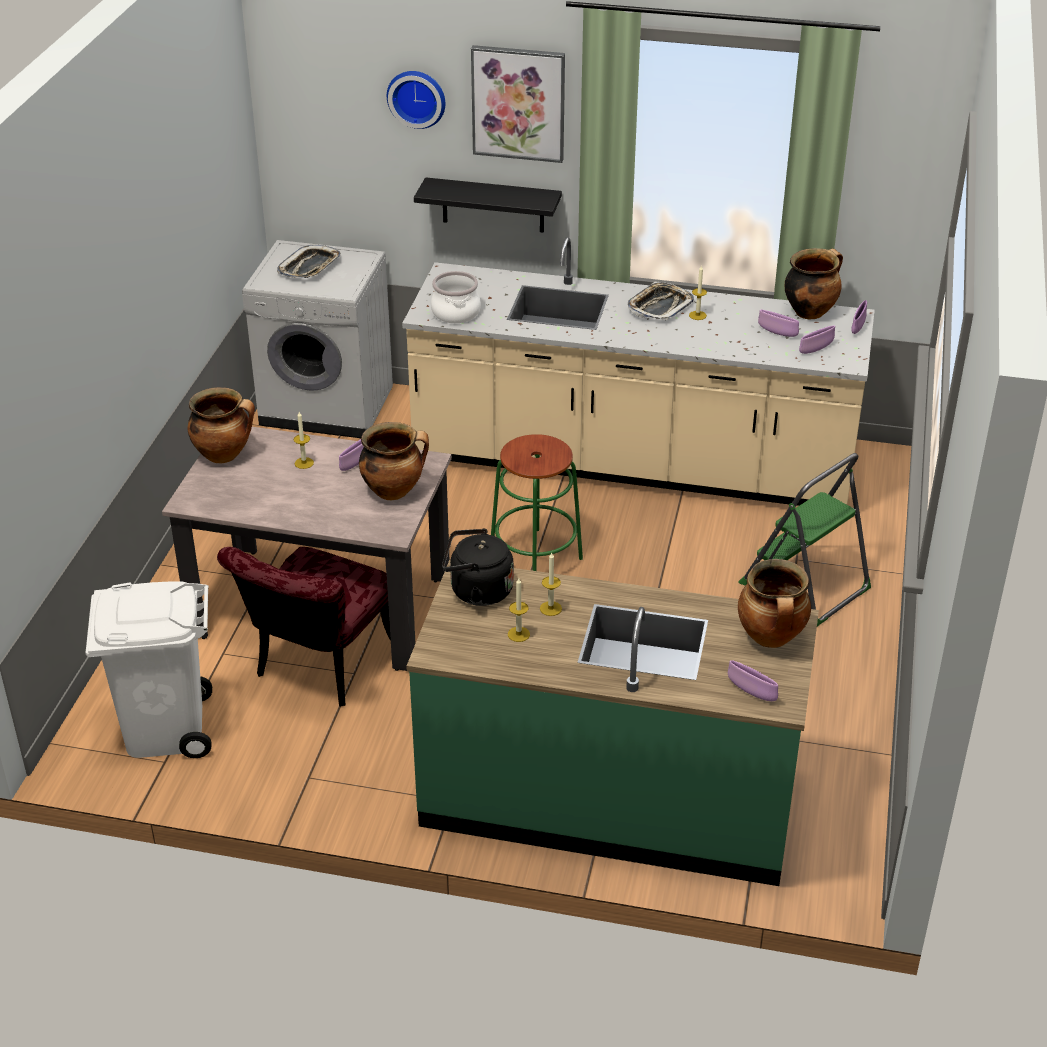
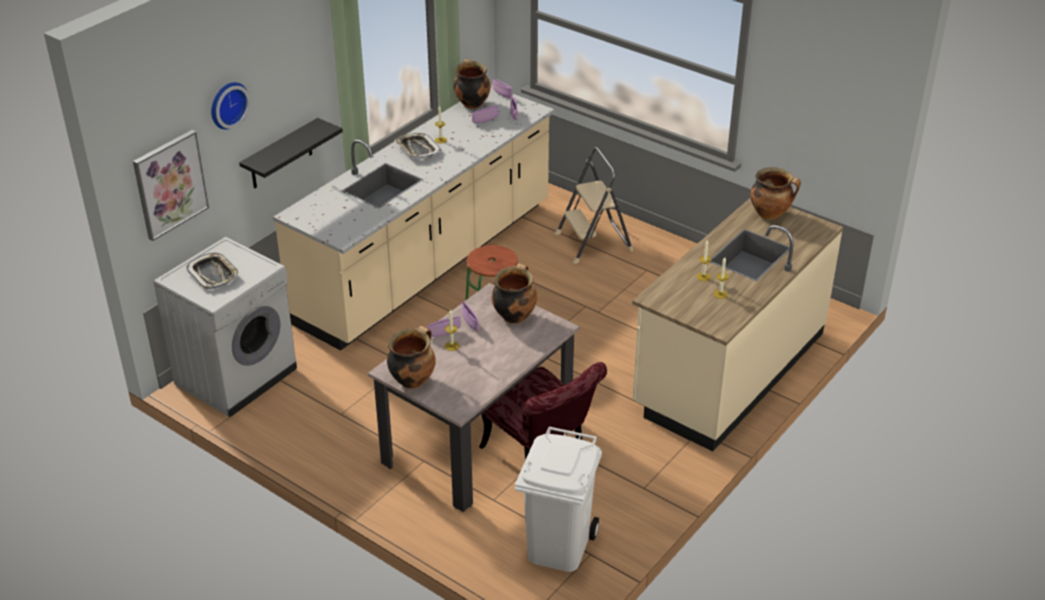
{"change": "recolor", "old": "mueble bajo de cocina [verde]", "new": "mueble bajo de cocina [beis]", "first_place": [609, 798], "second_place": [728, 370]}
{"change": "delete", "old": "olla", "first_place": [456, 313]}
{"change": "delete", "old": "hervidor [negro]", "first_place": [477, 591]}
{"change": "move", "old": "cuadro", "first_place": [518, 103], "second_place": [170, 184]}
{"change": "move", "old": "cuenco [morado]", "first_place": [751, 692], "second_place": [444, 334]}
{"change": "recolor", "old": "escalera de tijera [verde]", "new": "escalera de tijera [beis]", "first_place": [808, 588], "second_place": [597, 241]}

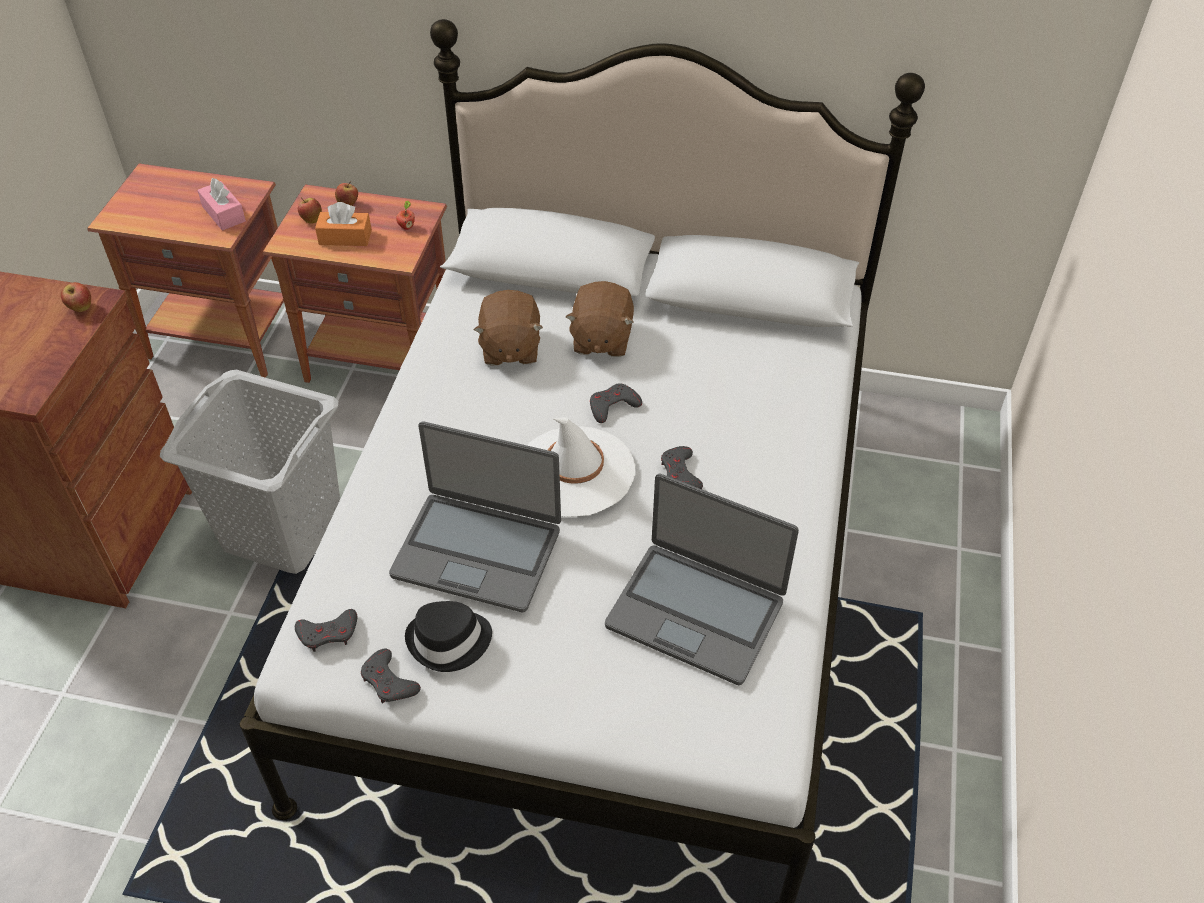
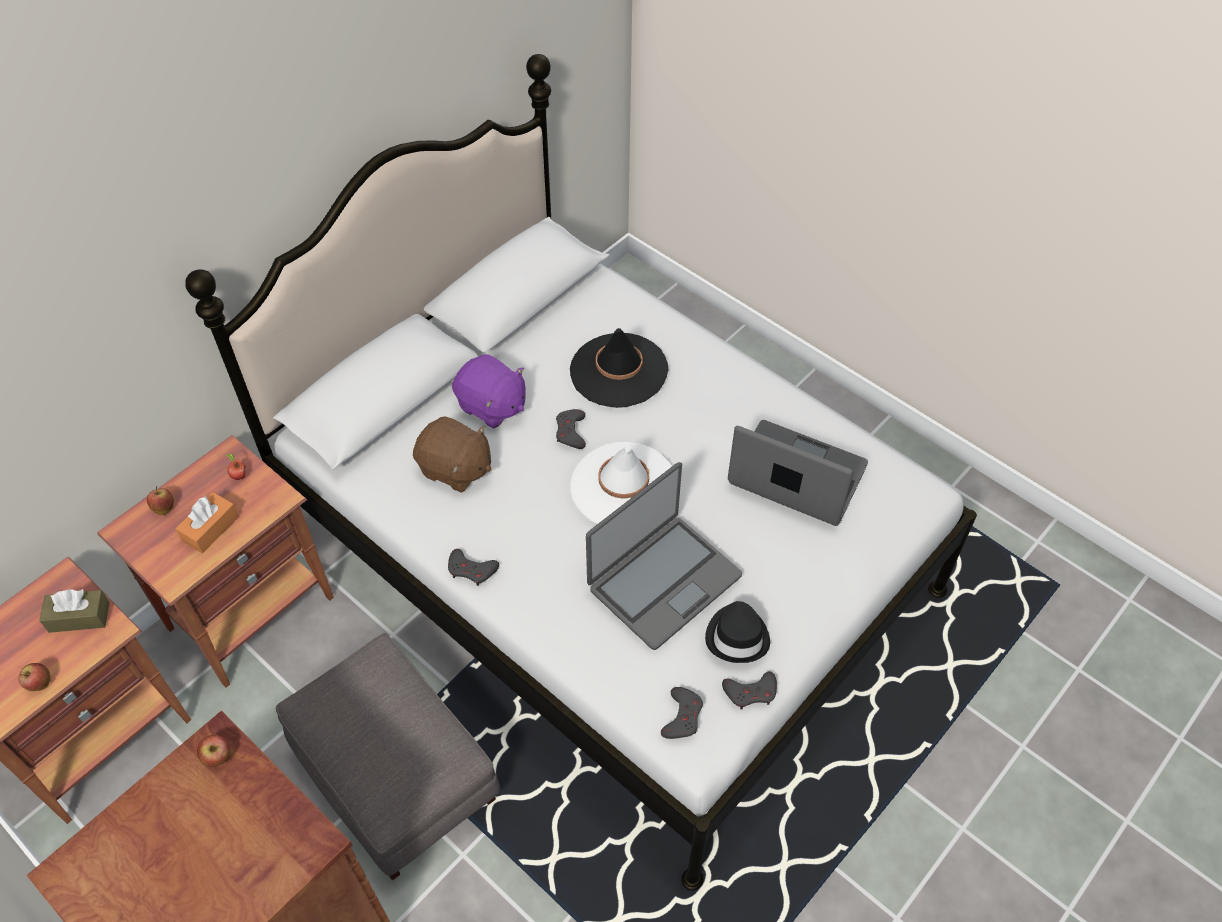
{"change": "replace", "old": "cesto de la ropa [gris]", "new": "puf [gris]", "first_place": [283, 530], "second_place": [398, 775]}
{"change": "recolor", "old": "caja de pañuelos [rosa]", "new": "caja de pañuelos [marrón]", "first_place": [224, 214], "second_place": [79, 617]}
{"change": "move", "old": "manzana", "first_place": [311, 220], "second_place": [40, 684]}
{"change": "recolor", "old": "peluche [marrón]", "new": "peluche [morado]", "first_place": [601, 339], "second_place": [491, 406]}
{"change": "rotate", "old": "portátil", "first_place": [696, 612], "second_place": [796, 476], "degrees": -120}
{"change": "move", "old": "mando de consola [gris]", "first_place": [680, 473], "second_place": [471, 570]}
{"change": "insert", "new": "sombrero [negro]", "second_place": [618, 370]}

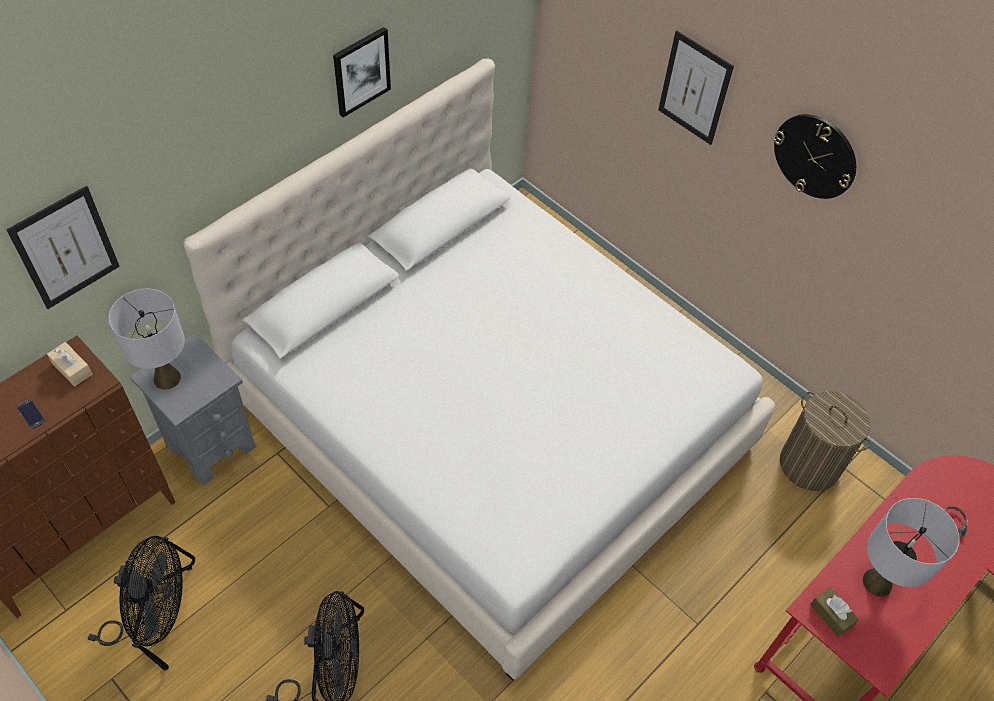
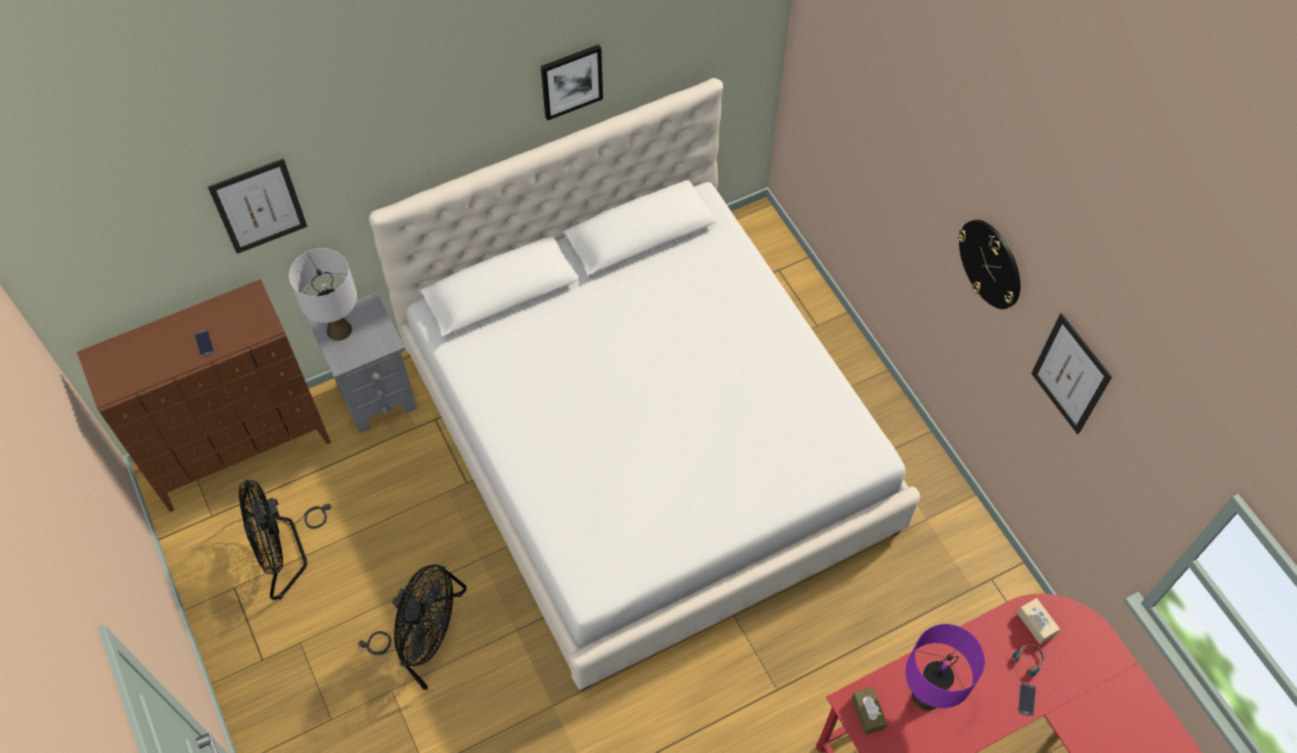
{"change": "move", "old": "caja de pañuelos [beis]", "first_place": [72, 369], "second_place": [1036, 624]}
{"change": "rotate", "old": "ventilador [negro]", "first_place": [155, 619], "second_place": [284, 545], "degrees": 135}
{"change": "move", "old": "cuadro", "first_place": [694, 88], "second_place": [1070, 374]}
{"change": "delete", "old": "cesto de la ropa", "first_place": [809, 464]}
{"change": "recolor", "old": "lámpara de mesa [gris]", "new": "lámpara de mesa [morado]", "first_place": [877, 582], "second_place": [926, 695]}
{"change": "insert", "new": "móvil", "second_place": [1026, 699]}

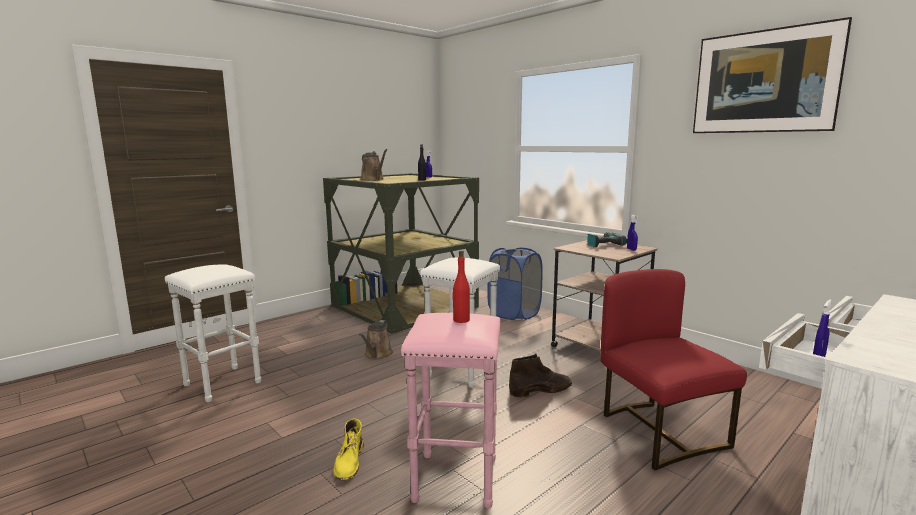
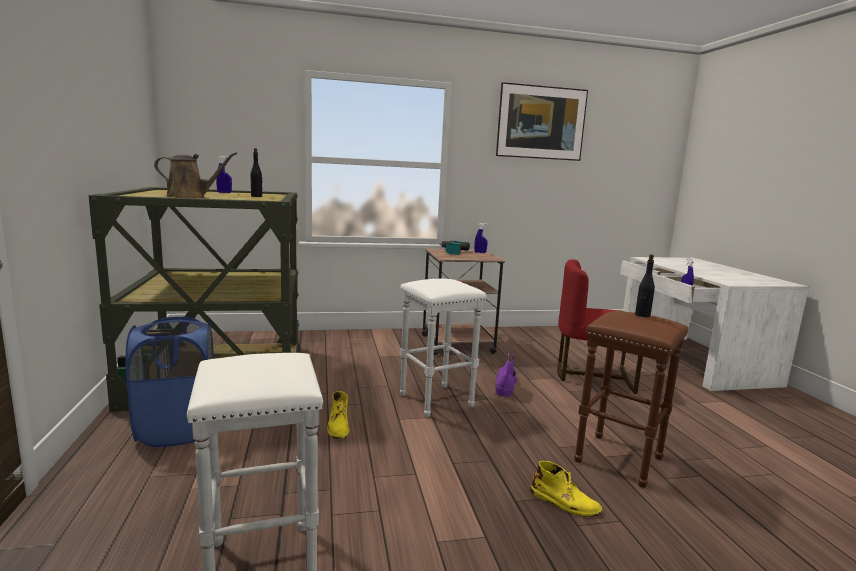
{"change": "replace", "old": "regadera [marrón]", "new": "bota [amarillo]", "first_place": [377, 355], "second_place": [338, 426]}
{"change": "recolor", "old": "taburete [rosa]", "new": "taburete [marrón]", "first_place": [457, 478], "second_place": [617, 458]}
{"change": "recolor", "old": "botella [rojo]", "new": "botella [negro]", "first_place": [461, 320], "second_place": [642, 315]}
{"change": "move", "old": "cesto de la ropa [azul]", "first_place": [514, 313], "second_place": [178, 430]}
{"change": "recolor", "old": "bota [marrón]", "new": "bota [morado]", "first_place": [541, 390], "second_place": [505, 384]}

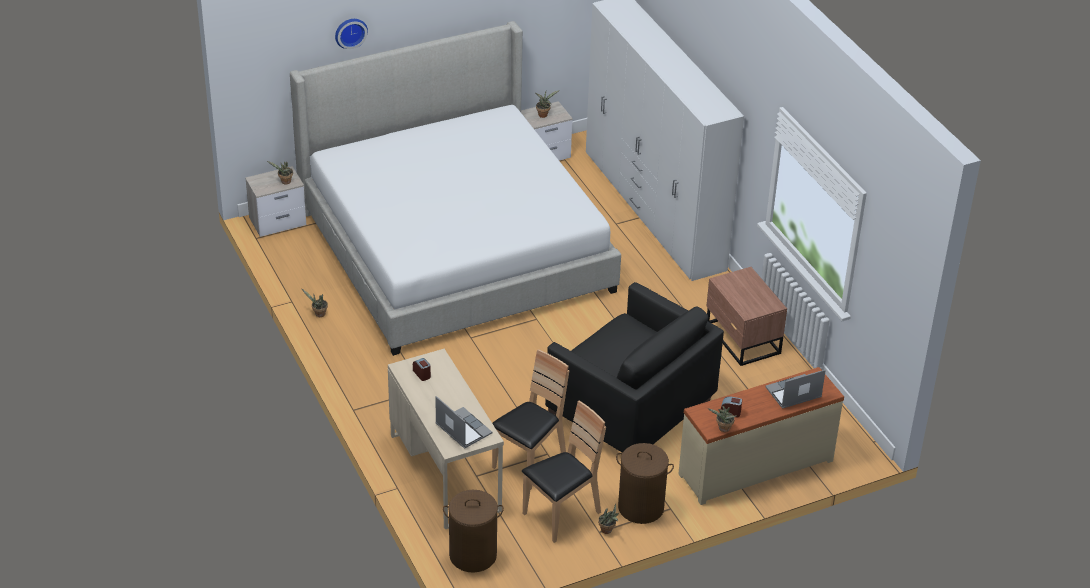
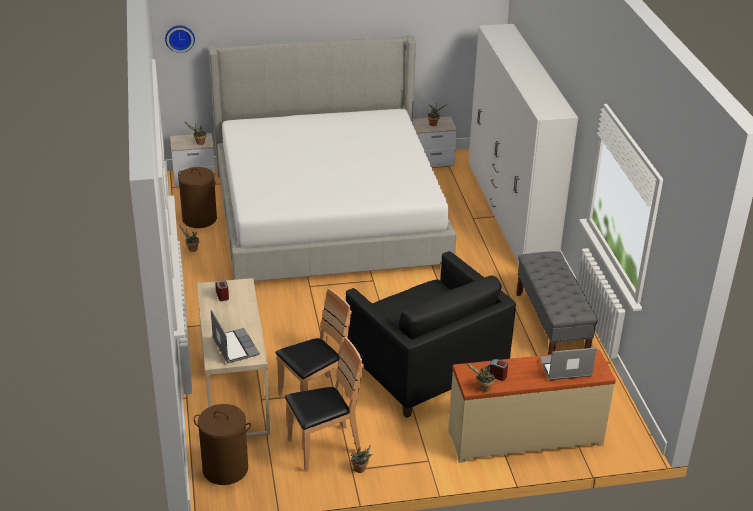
{"change": "move", "old": "reloj de pared", "first_place": [350, 32], "second_place": [179, 38]}
{"change": "move", "old": "cesto de la ropa [marrón]", "first_place": [641, 507], "second_place": [200, 219]}
{"change": "replace", "old": "mesita de noche [marrón]", "new": "banco [gris]", "first_place": [742, 339], "second_place": [551, 325]}

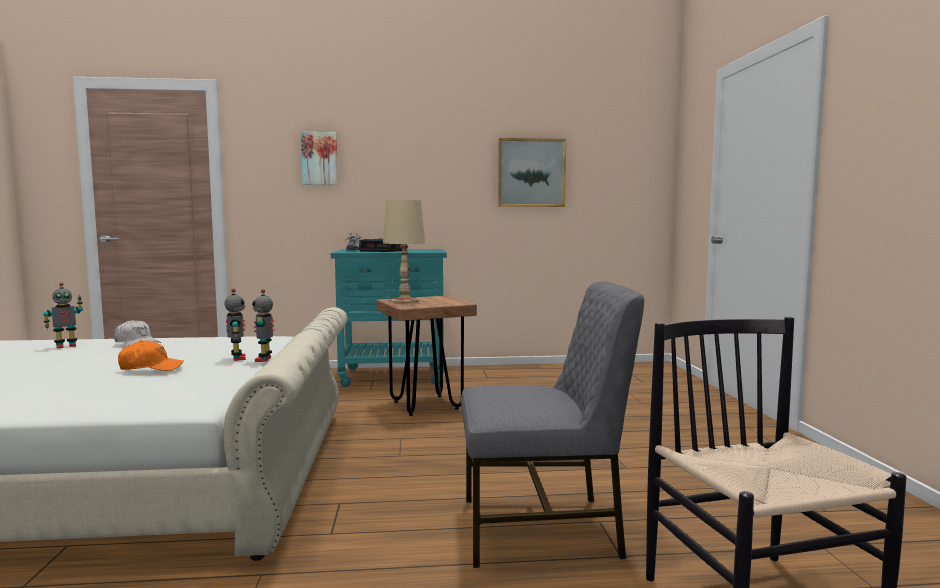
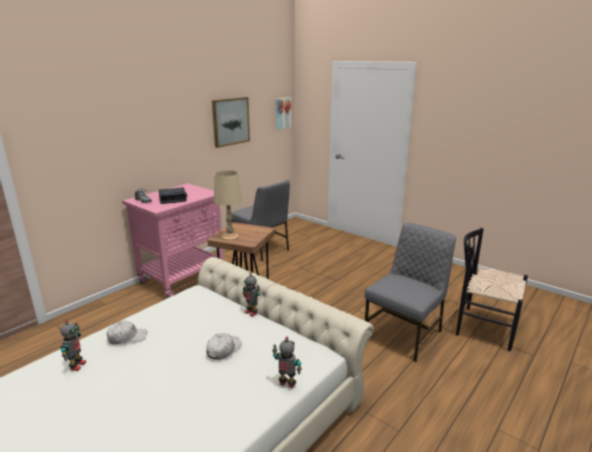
{"change": "recolor", "old": "gorra [naranja]", "new": "gorra [blanco]", "first_place": [151, 368], "second_place": [223, 349]}
{"change": "move", "old": "robot de juguete", "first_place": [237, 358], "second_place": [287, 384]}
{"change": "move", "old": "cuadro", "first_place": [319, 159], "second_place": [282, 113]}
{"change": "recolor", "old": "carrito [turquesa]", "new": "carrito [rosa]", "first_place": [394, 377], "second_place": [183, 279]}
{"change": "insert", "new": "silla [gris]", "second_place": [262, 249]}

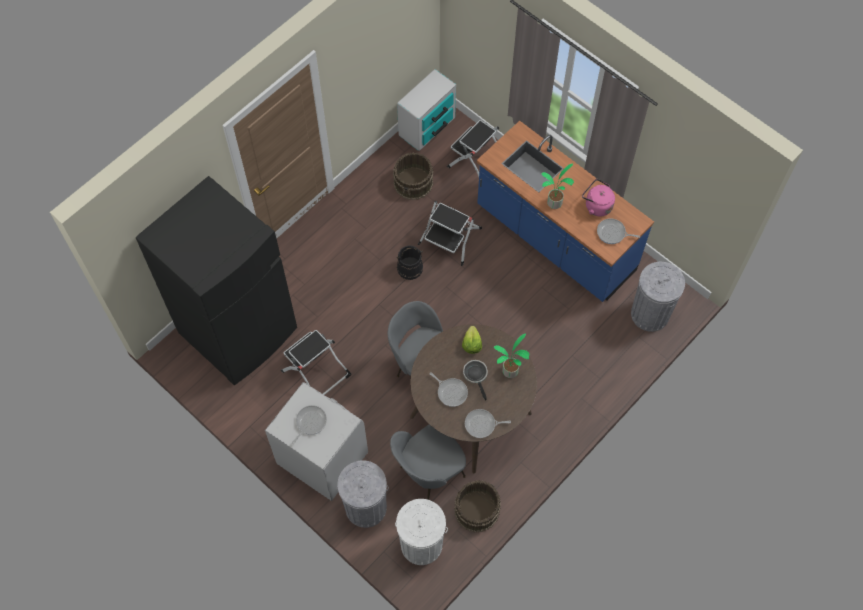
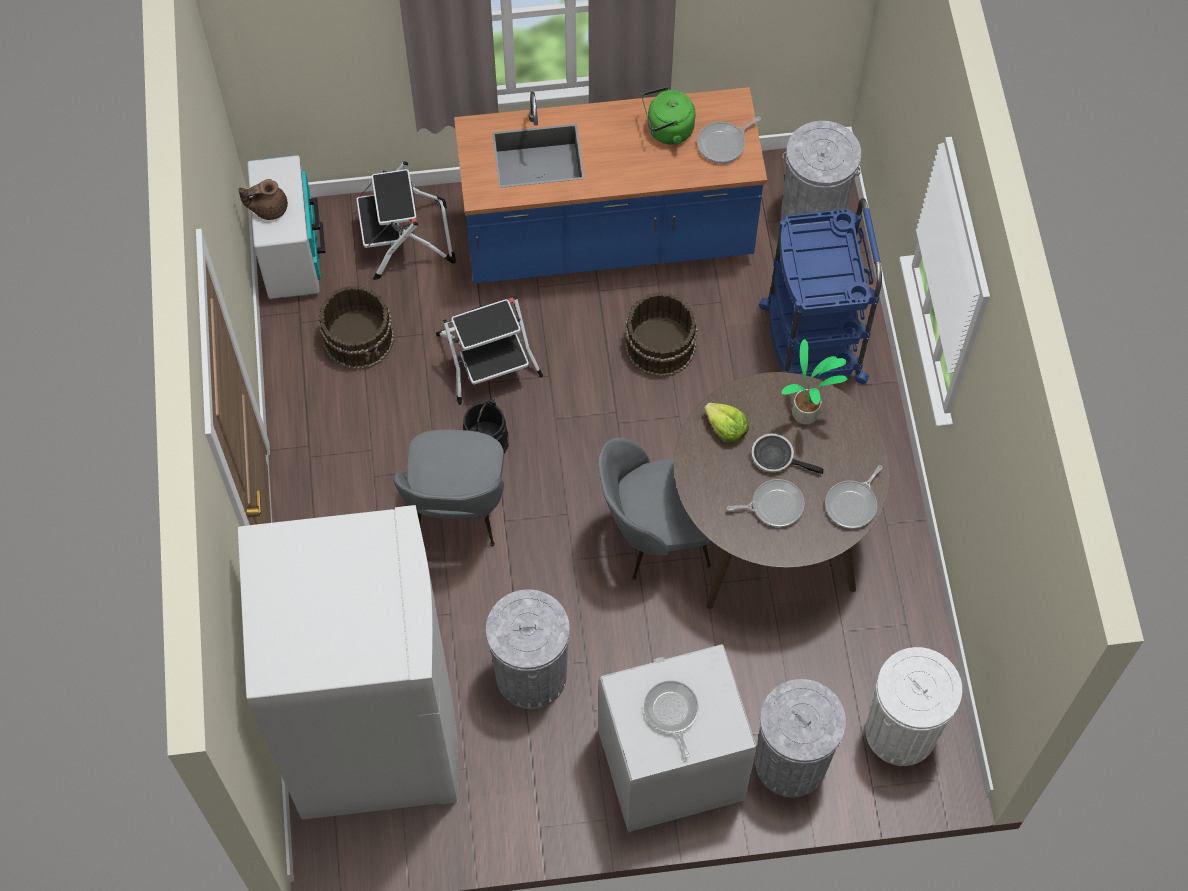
{"change": "recolor", "old": "nevera [negro]", "new": "nevera [blanco]", "first_place": [238, 330], "second_place": [375, 734]}
{"change": "replace", "old": "escalera de tijera", "new": "papelera [gris]", "first_place": [316, 370], "second_place": [531, 675]}
{"change": "move", "old": "silla [gris]", "first_place": [427, 475], "second_place": [457, 516]}
{"change": "move", "old": "cubo [marrón]", "first_place": [476, 509], "second_place": [659, 345]}
{"change": "delete", "old": "planta en maceta", "first_place": [554, 204]}
{"change": "recolor", "old": "hervidor [rosa]", "new": "hervidor [verde]", "first_place": [596, 206], "second_place": [667, 130]}
{"change": "insert", "new": "tetera [marrón]", "second_place": [268, 208]}
{"change": "insert", "new": "carrito [azul]", "second_place": [811, 343]}

